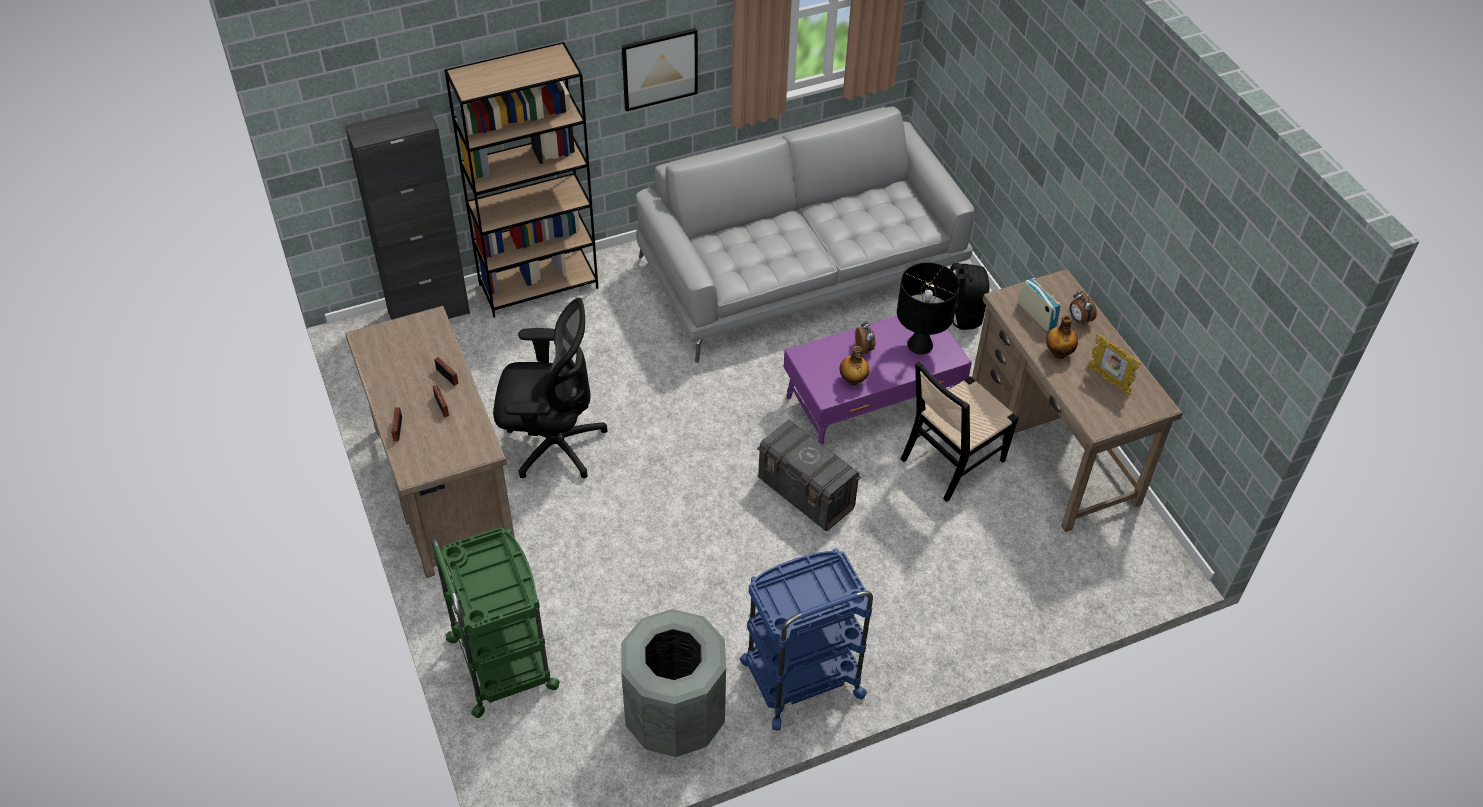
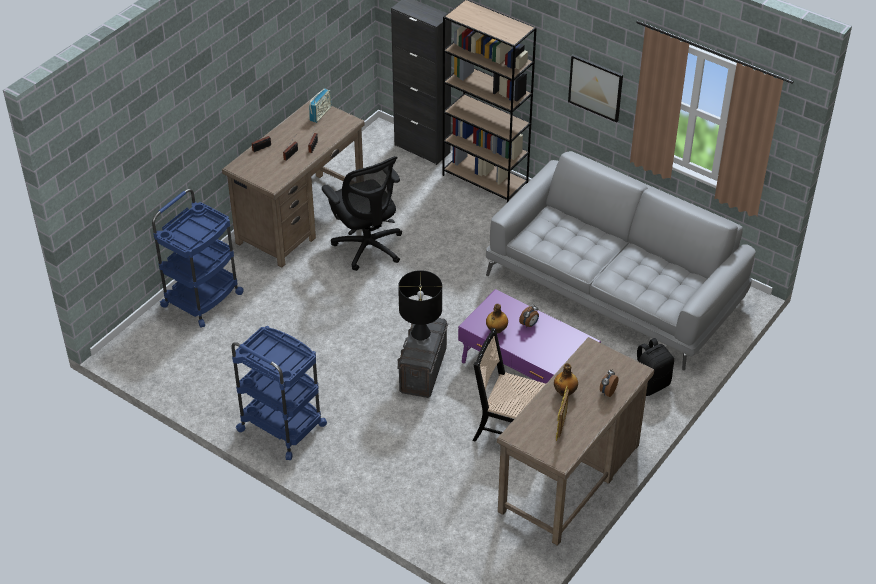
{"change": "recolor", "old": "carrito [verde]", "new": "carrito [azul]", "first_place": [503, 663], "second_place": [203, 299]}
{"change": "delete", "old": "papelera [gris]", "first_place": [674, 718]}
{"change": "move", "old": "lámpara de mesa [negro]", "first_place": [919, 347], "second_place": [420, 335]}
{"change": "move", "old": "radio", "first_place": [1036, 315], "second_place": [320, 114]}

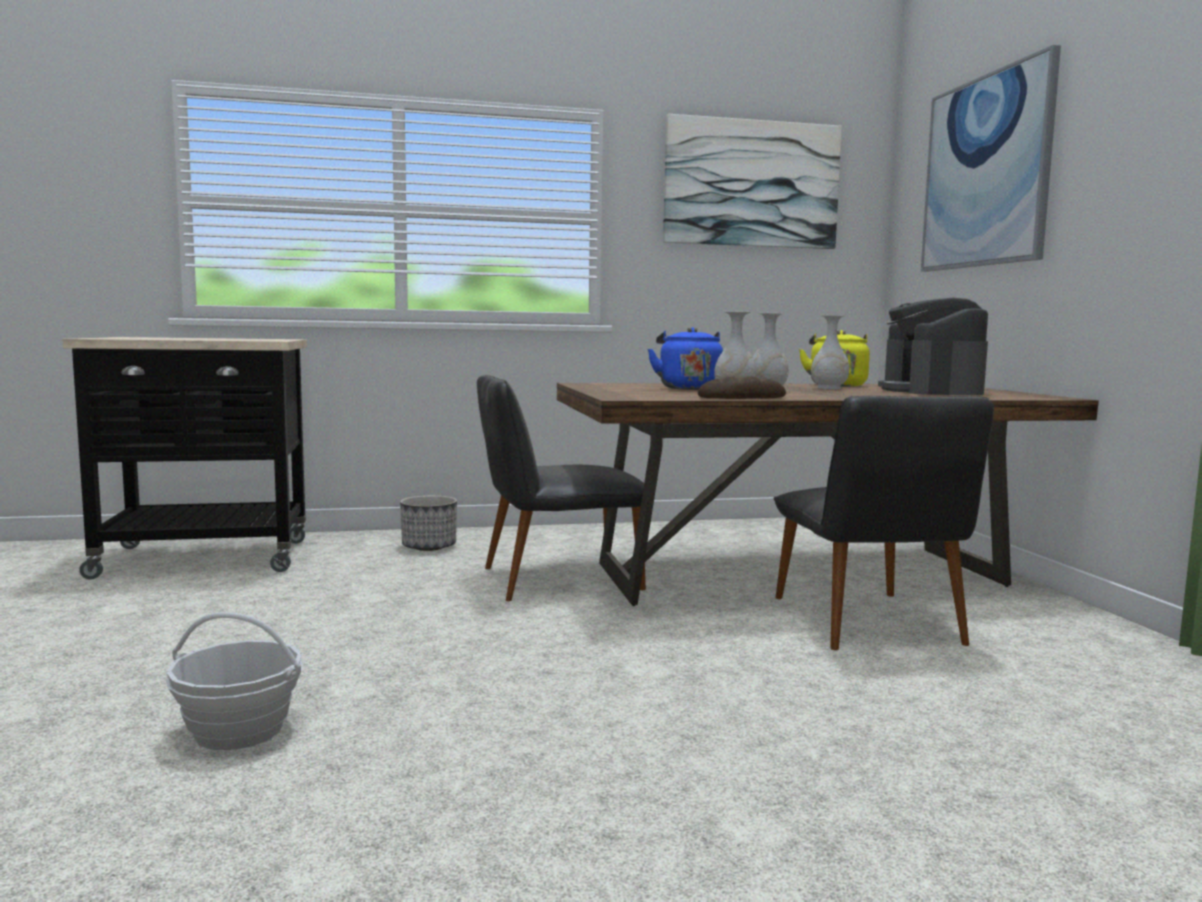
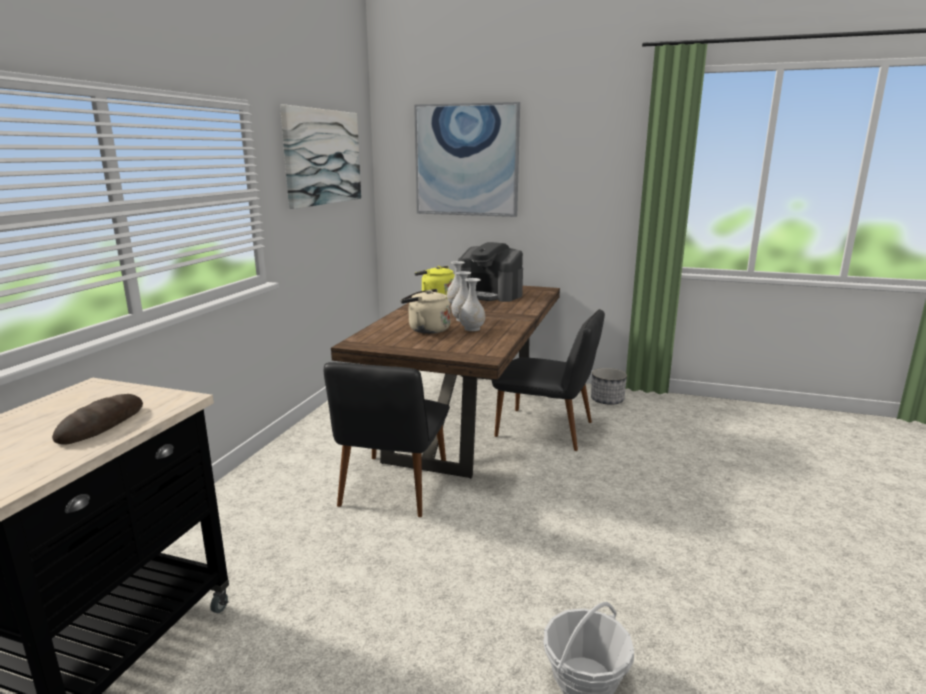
{"change": "move", "old": "maceta", "first_place": [429, 547], "second_place": [607, 400]}
{"change": "recolor", "old": "hervidor [azul]", "new": "hervidor [beis]", "first_place": [688, 388], "second_place": [426, 329]}
{"change": "move", "old": "pan", "first_place": [741, 397], "second_place": [101, 424]}

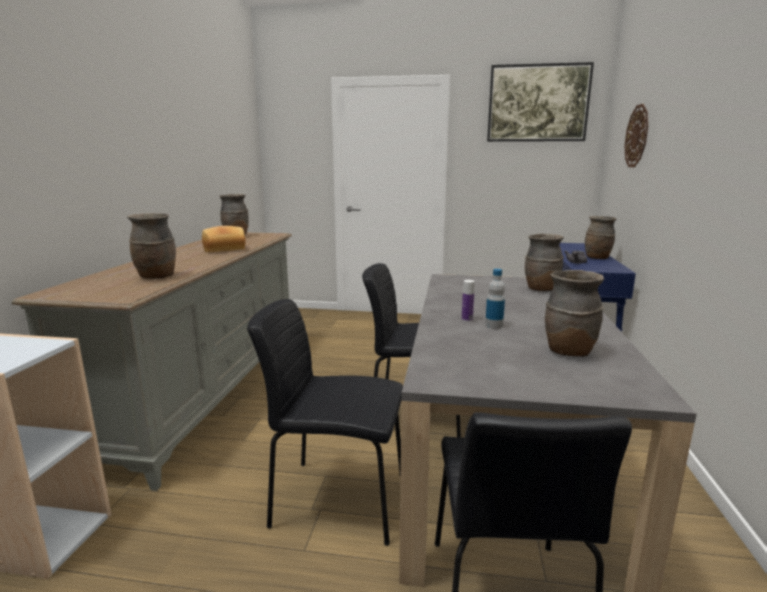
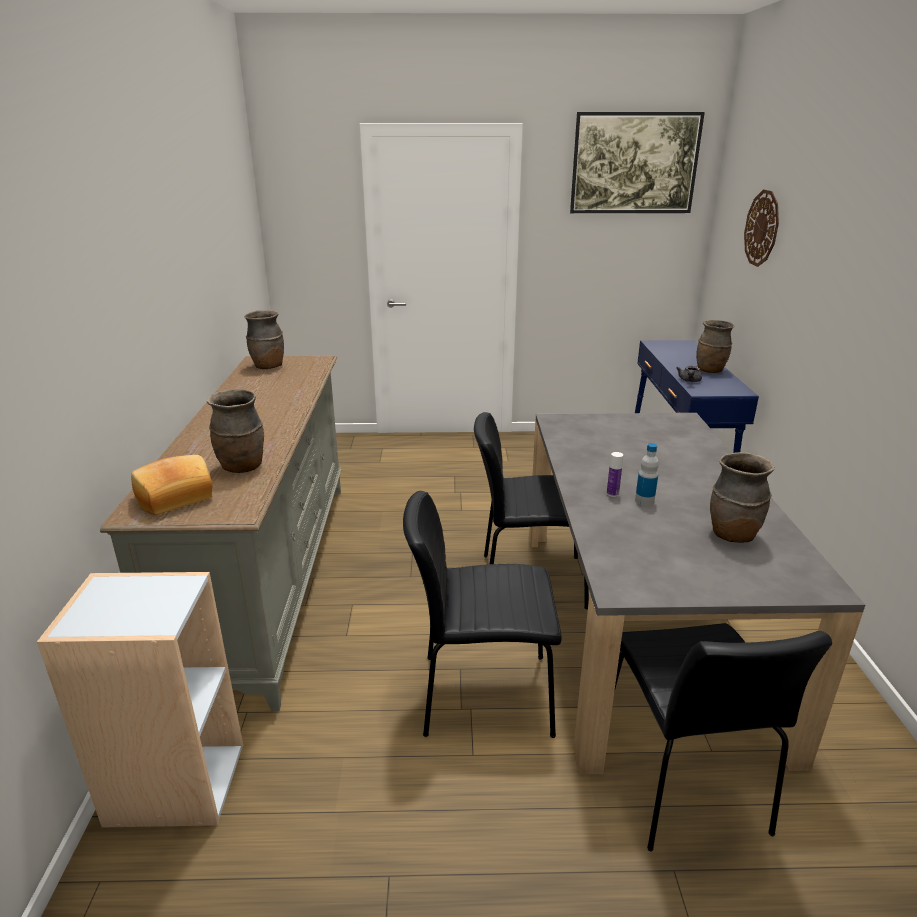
{"change": "move", "old": "pan", "first_place": [224, 249], "second_place": [174, 497]}
{"change": "delete", "old": "florero [marrón]", "first_place": [541, 289]}

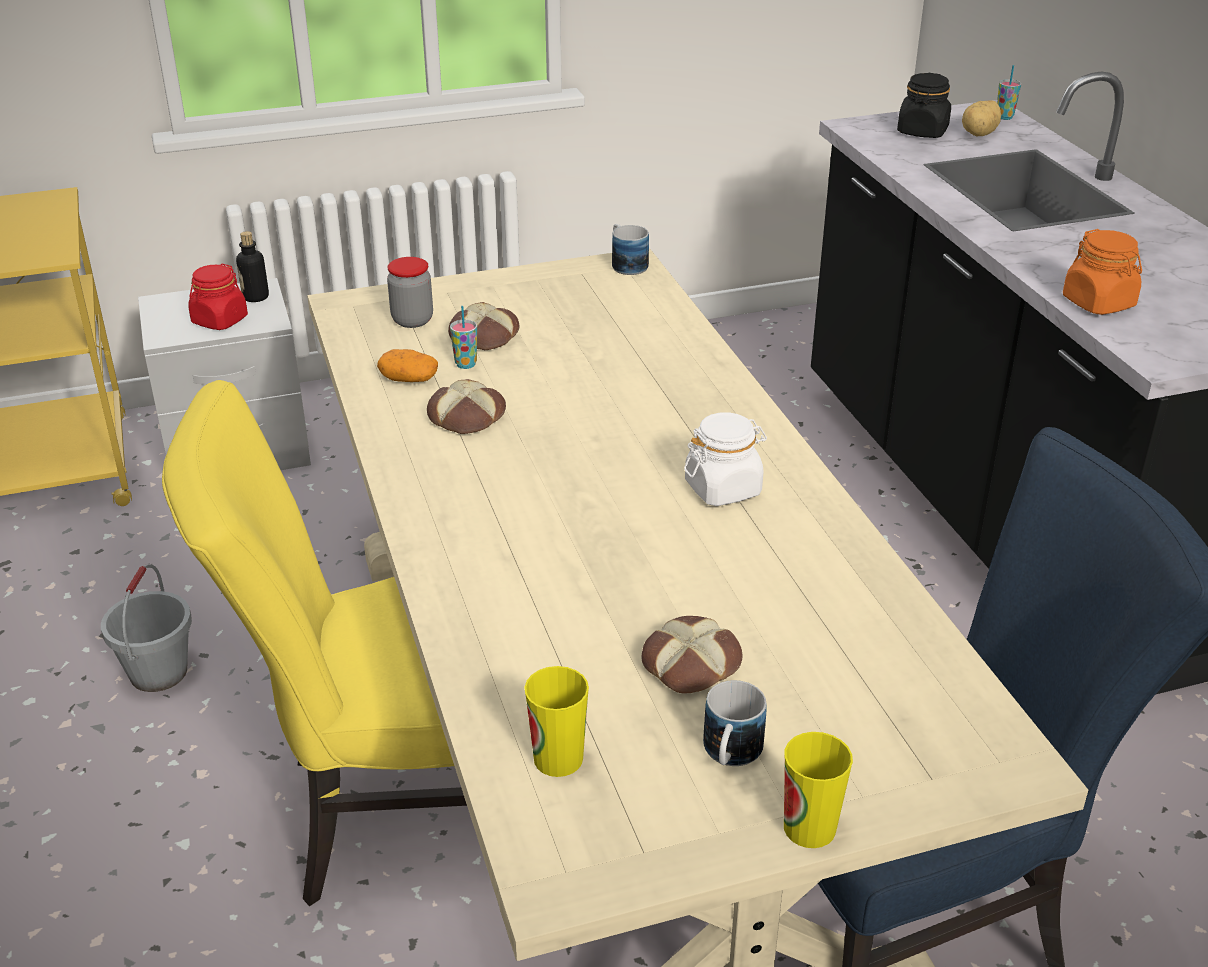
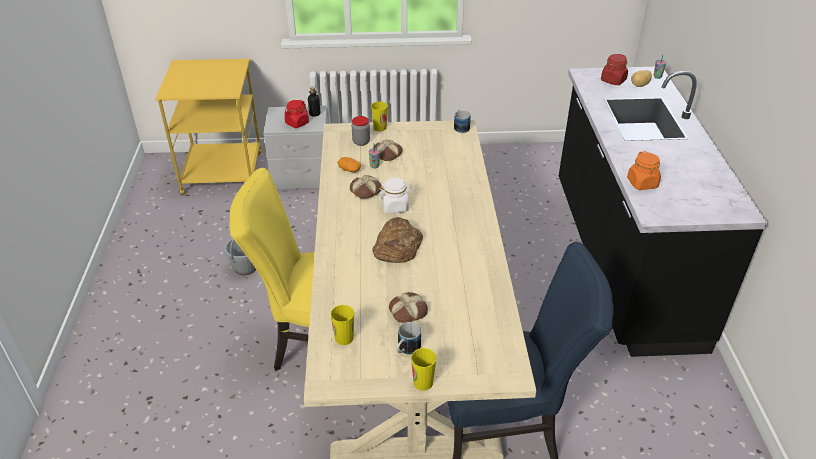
{"change": "move", "old": "tarro [blanco]", "first_place": [723, 488], "second_place": [395, 206]}
{"change": "recolor", "old": "tarro [negro]", "new": "tarro [rojo]", "first_place": [922, 132], "second_place": [613, 80]}
{"change": "insert", "new": "taza", "second_place": [380, 127]}
{"change": "insert", "new": "pan", "second_place": [397, 246]}

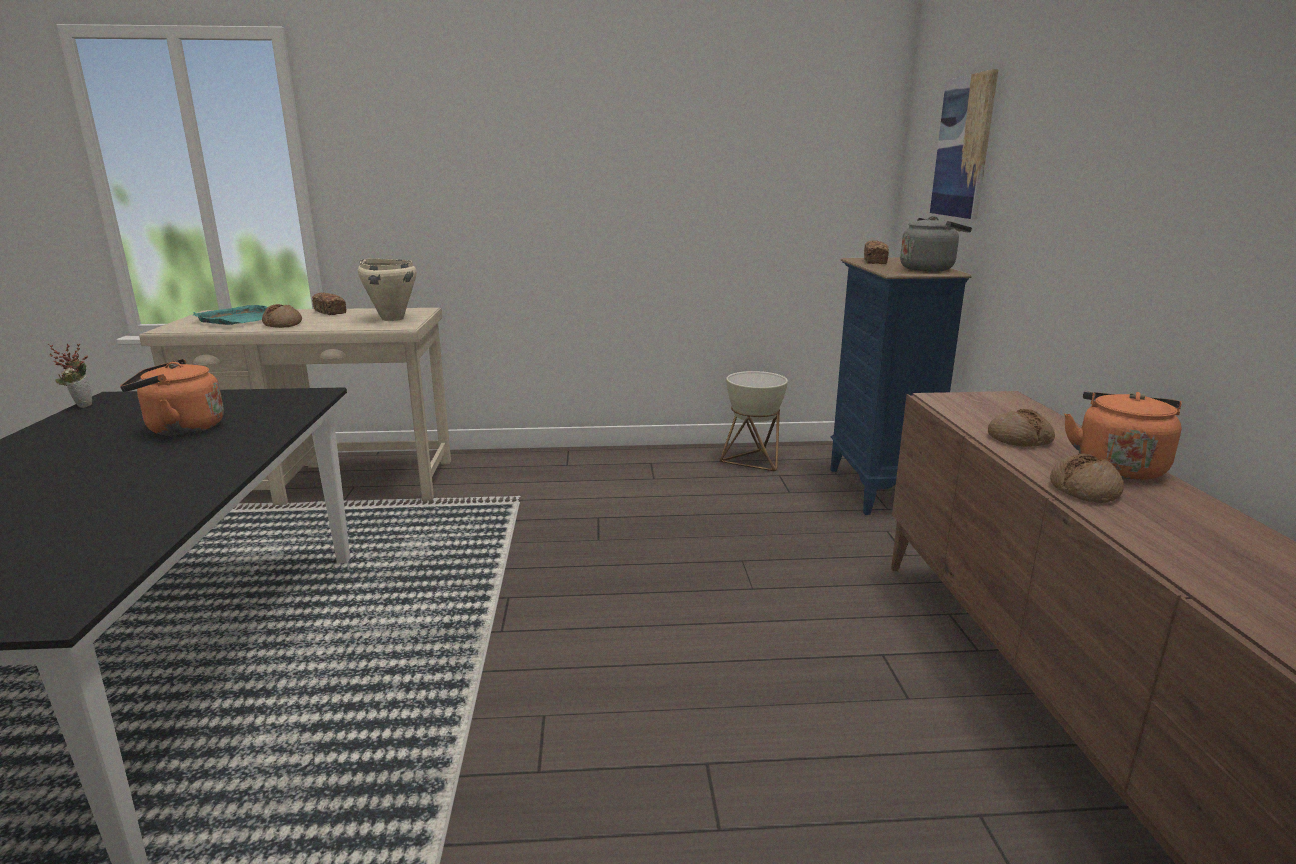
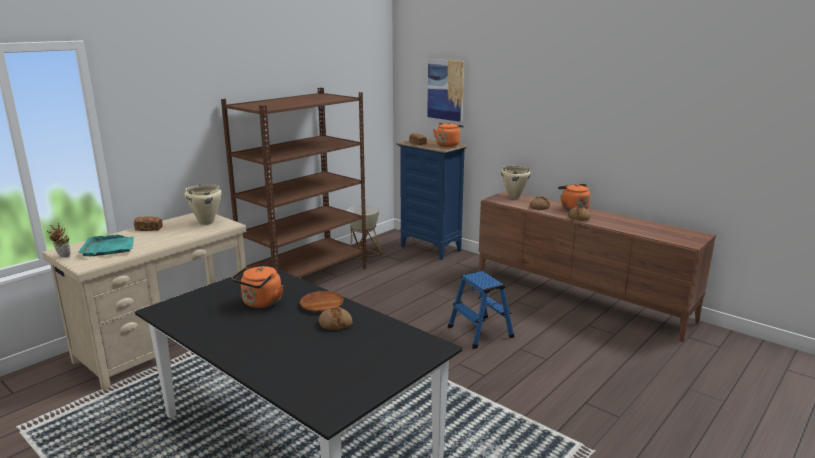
{"change": "move", "old": "planta en maceta", "first_place": [81, 405], "second_place": [62, 256]}
{"change": "move", "old": "pan", "first_place": [283, 324], "second_place": [335, 324]}
{"change": "recolor", "old": "hervidor [gris]", "new": "hervidor [naranja]", "first_place": [929, 269], "second_place": [448, 144]}
{"change": "insert", "new": "estantería [marrón]", "second_place": [305, 277]}
{"change": "insert", "new": "plato [marrón]", "second_place": [321, 304]}
{"change": "insert", "new": "escalera de tijera [azul]", "second_place": [480, 332]}
{"change": "insert", "new": "olla [beis]", "second_place": [513, 196]}

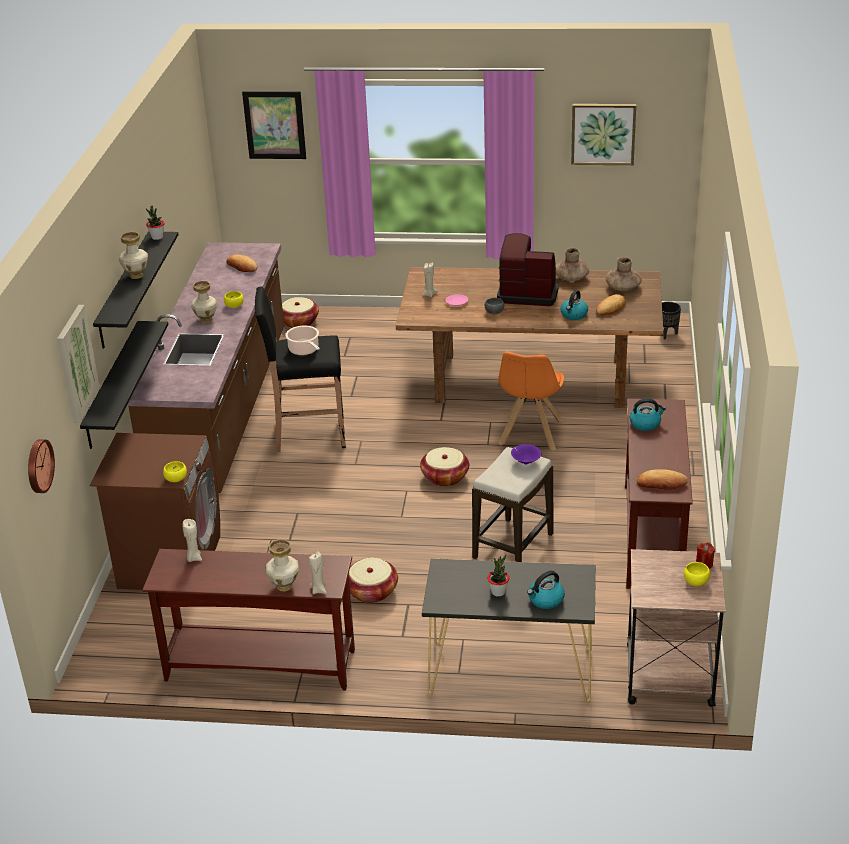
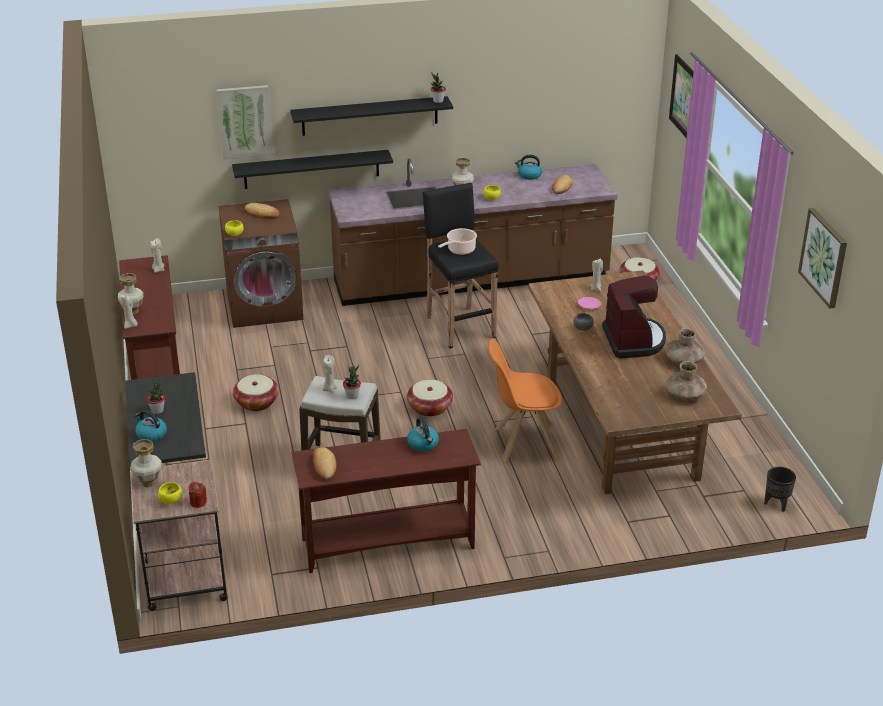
{"change": "delete", "old": "reloj de pared", "first_place": [38, 466]}
{"change": "move", "old": "florero", "first_place": [136, 275], "second_place": [148, 482]}
{"change": "replace", "old": "cuenco [morado]", "new": "planta en maceta", "first_place": [525, 462], "second_place": [352, 396]}
{"change": "move", "old": "hervidor", "first_place": [574, 315], "second_place": [529, 175]}
{"change": "move", "old": "pan", "first_place": [610, 308], "second_place": [262, 213]}
{"change": "insert", "new": "vela [beis]", "second_place": [329, 389]}

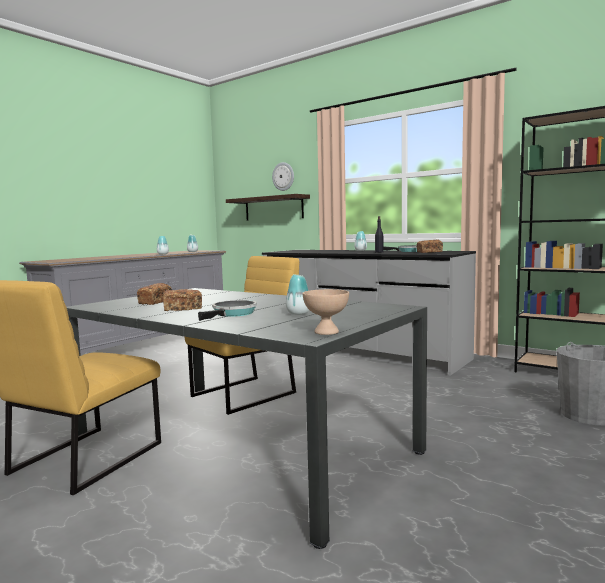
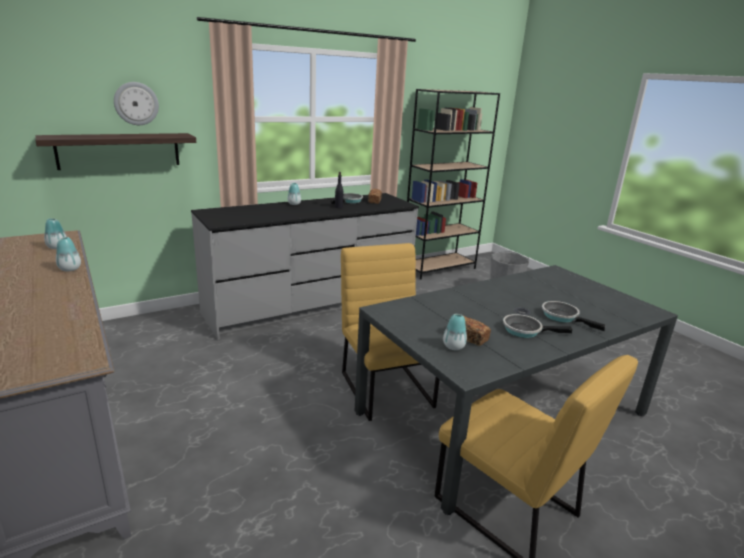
{"change": "replace", "old": "pan", "new": "sartén", "first_place": [183, 309], "second_place": [525, 330]}
{"change": "move", "old": "florero", "first_place": [298, 313], "second_place": [453, 346]}
{"change": "delete", "old": "cuenco [beis]", "first_place": [326, 332]}

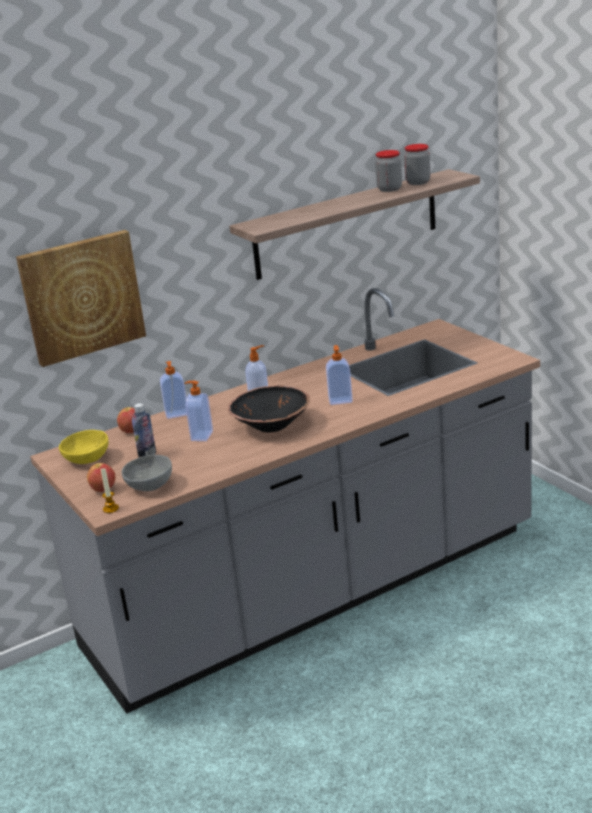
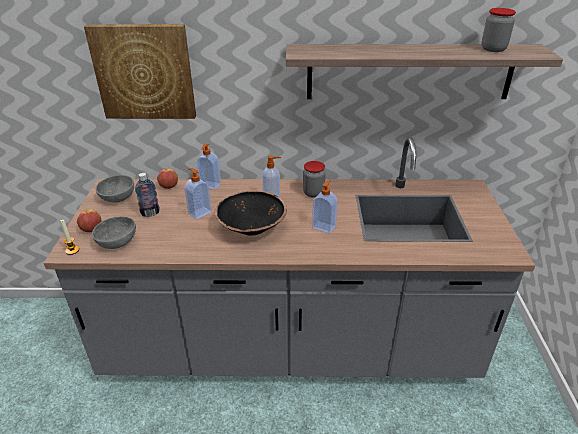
{"change": "recolor", "old": "cuenco [amarillo]", "new": "cuenco [gris]", "first_place": [87, 460], "second_place": [117, 198]}
{"change": "move", "old": "tarro", "first_place": [389, 189], "second_place": [313, 193]}

